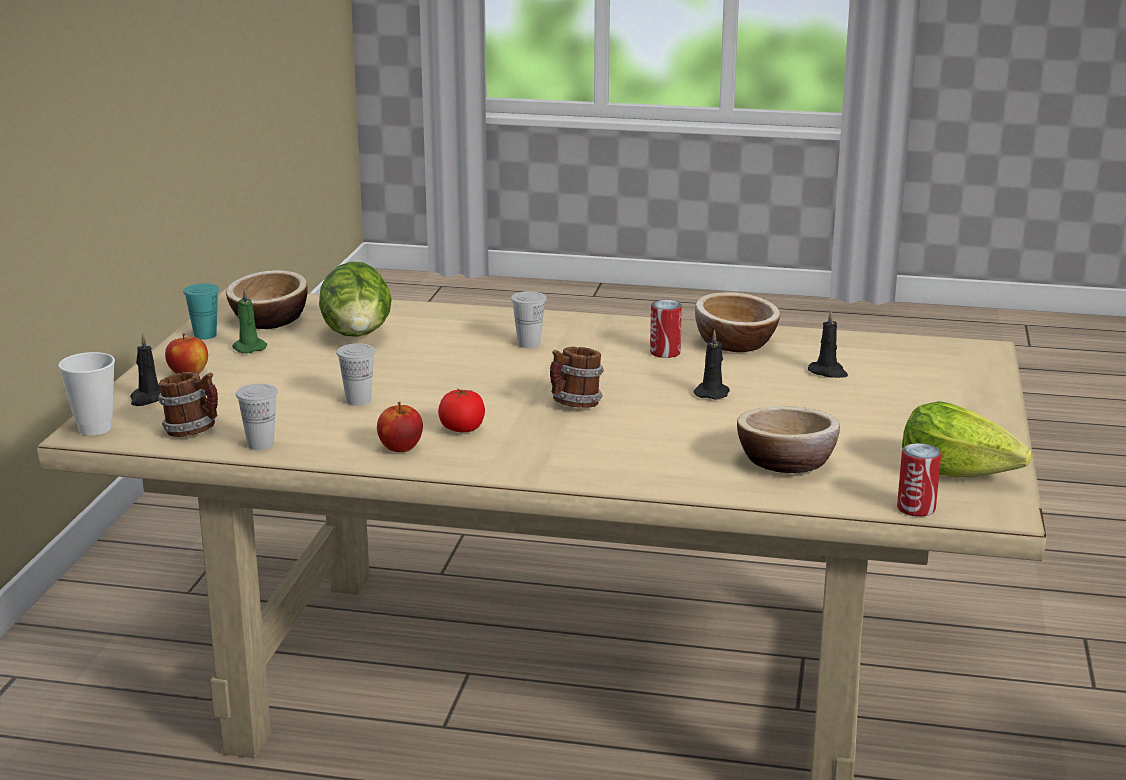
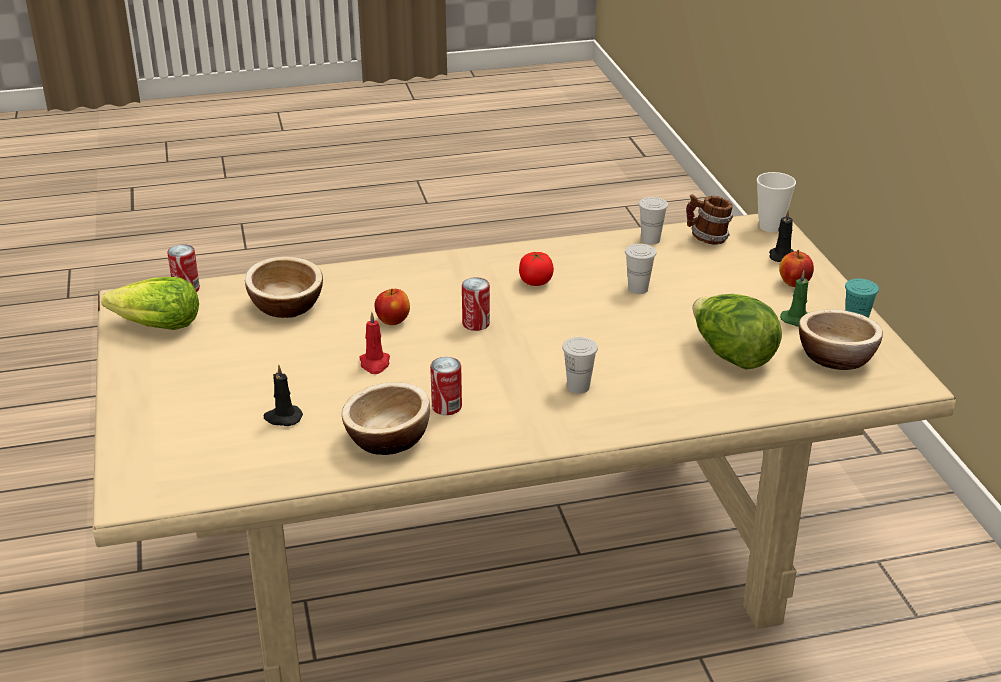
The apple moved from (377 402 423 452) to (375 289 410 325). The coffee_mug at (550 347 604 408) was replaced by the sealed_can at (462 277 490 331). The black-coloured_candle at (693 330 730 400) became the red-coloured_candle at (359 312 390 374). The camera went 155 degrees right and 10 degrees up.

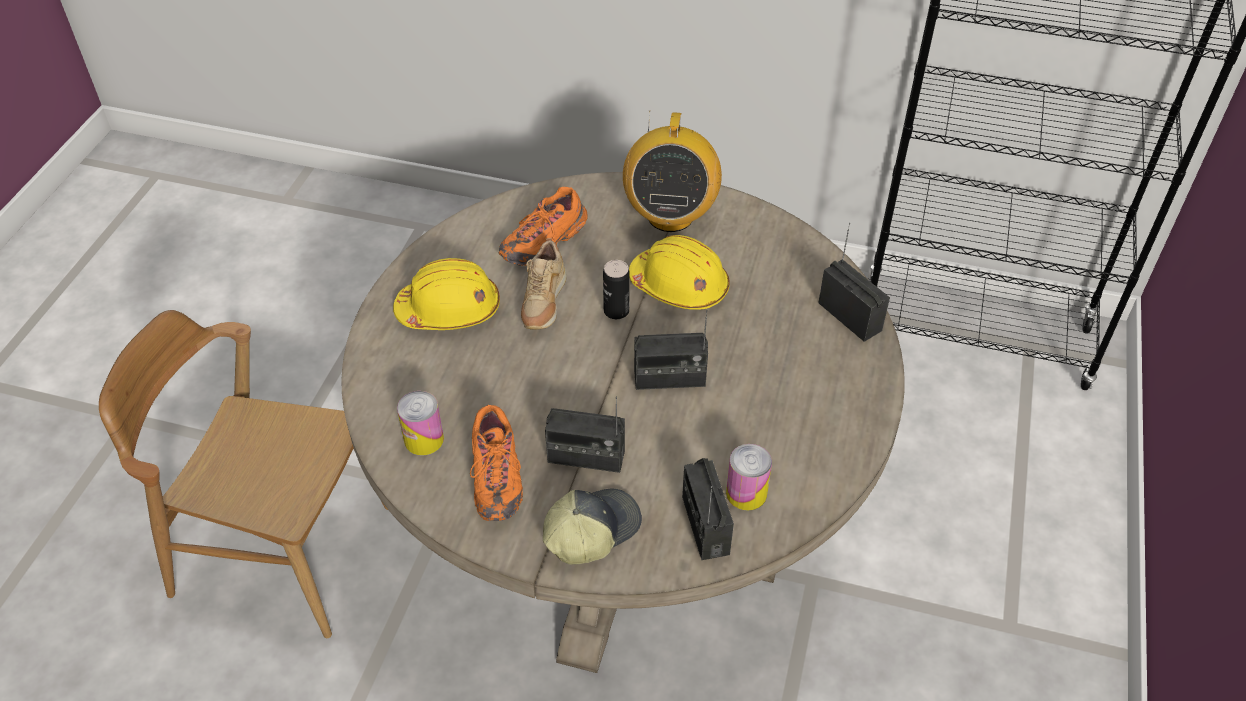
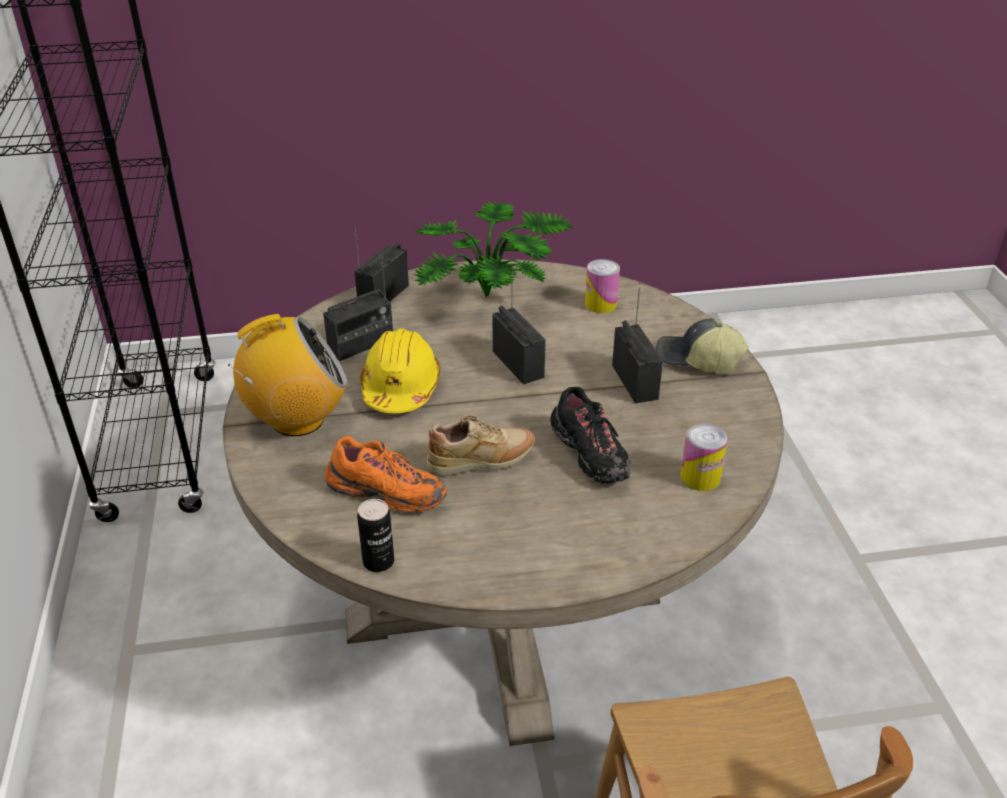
The yellow_safety_helmet at (393 258 500 330) disappeared. The orange_low_shoe at (470 405 523 521) disappeared. The sealed_can moved from (603 260 630 319) to (357 499 394 572). The radio_receiver moved from (682 458 734 560) to (323 257 393 361). The plant_in_a_pot at (413 202 573 297) appeared. The black-coloured_low_shoe at (550 387 631 484) appeared. The camera went 115 degrees left and 10 degrees down.

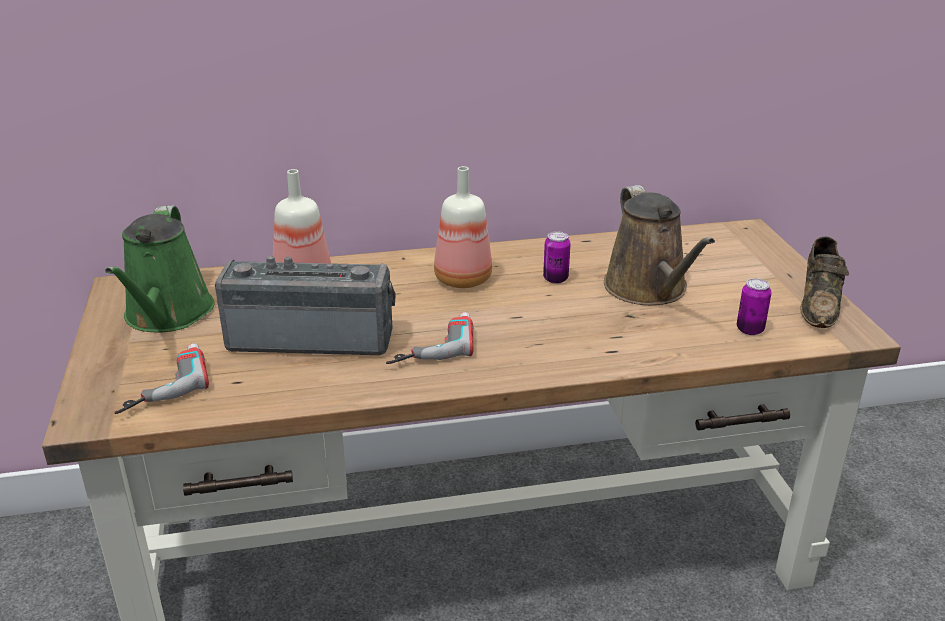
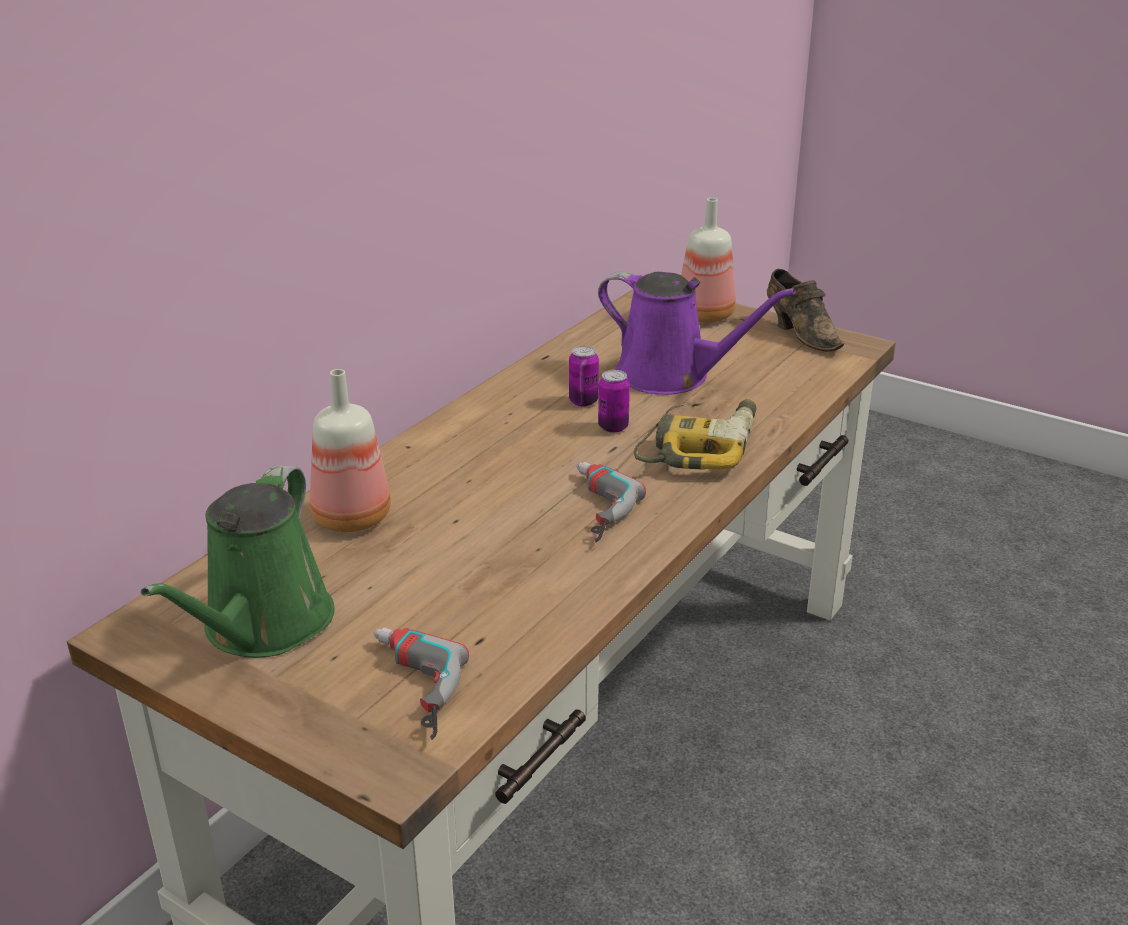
The greenish_sprinkling_can at (105 205 215 333) turned 60 degrees clockwise. The radio_receiver at (215 256 396 355) disappeared. The bottle moved from (434 166 492 288) to (681 198 735 323). The brownish_sprinkling_can at (604 185 715 305) became the purple-coloured_sprinkling_can at (598 271 796 395). The sealed_can moved from (737 278 772 335) to (598 370 630 433). The electric_drill at (634 399 757 470) appeared. The camera went 45 degrees left and 0 degrees up.

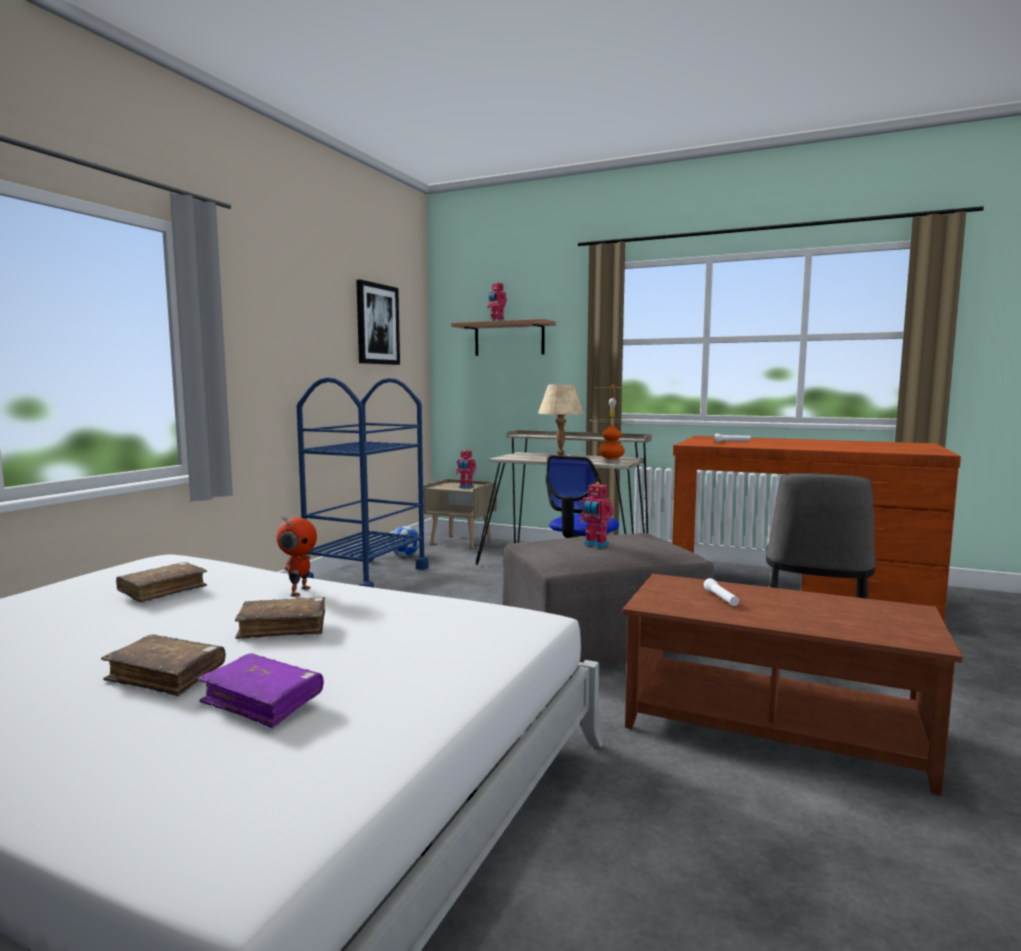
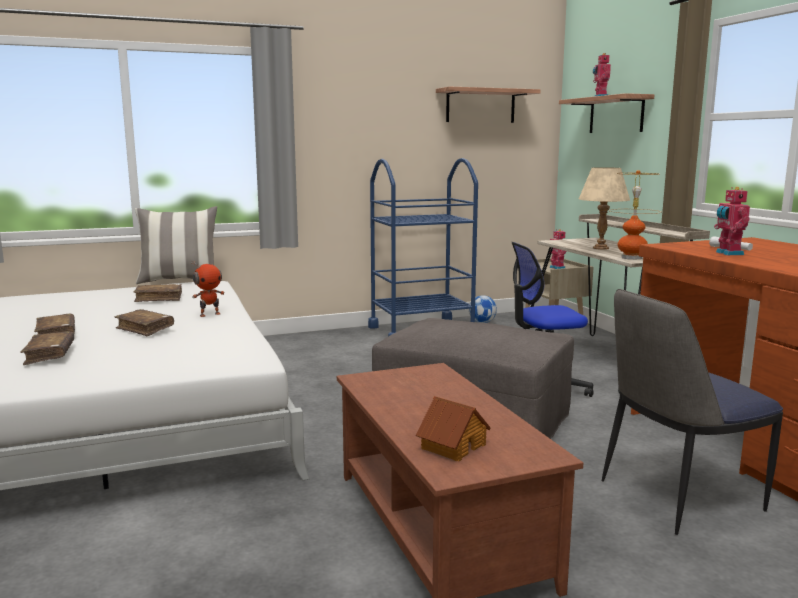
The purple-coloured_volume at (197 654 324 728) became the brownish_volume at (20 331 74 365). The wall_art at (356 280 400 365) was replaced by the shelf at (436 86 541 123). The model_robot moved from (579 482 614 548) to (714 187 750 255). The white-coloured_torch at (703 578 739 606) disappeared. The cushion at (135 206 217 284) appeared. The toy_house at (416 396 491 461) appeared. The camera went 45 degrees right and 5 degrees up.

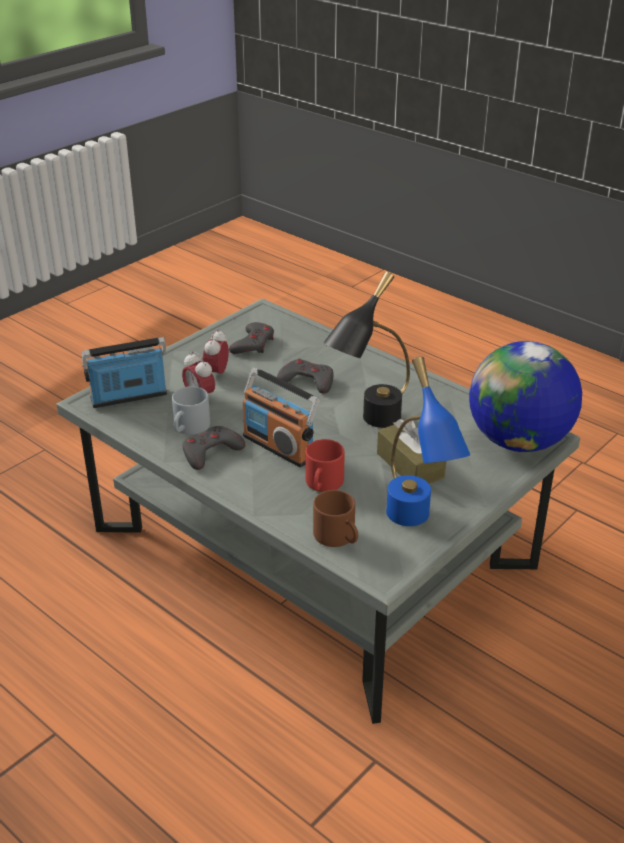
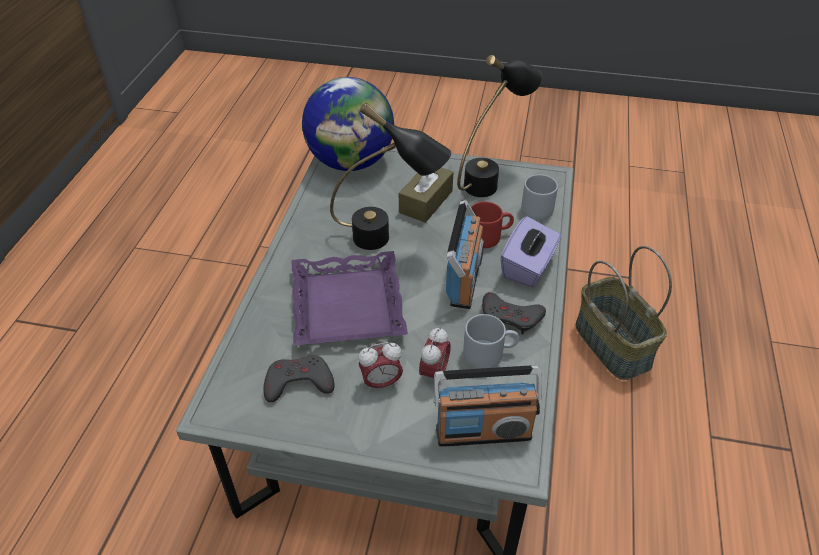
The radio_receiver at (82 337 167 408) turned 45 degrees counterclockwise. The greyish_game_controller at (277 359 334 394) was replaced by the purple-coloured_tray at (292 251 408 346). The brownish_coffee_mug at (313 490 358 547) became the greyish_coffee_mug at (521 174 558 220). The blue_lamp_for_a_table at (386 357 470 526) became the black-coloured_lamp_for_a_table at (457 55 542 197). The purple-coloured_tissue_box at (500 216 561 287) appeared. The storage_basket at (576 246 672 380) appeared. The camera went 120 degrees left and 10 degrees up.

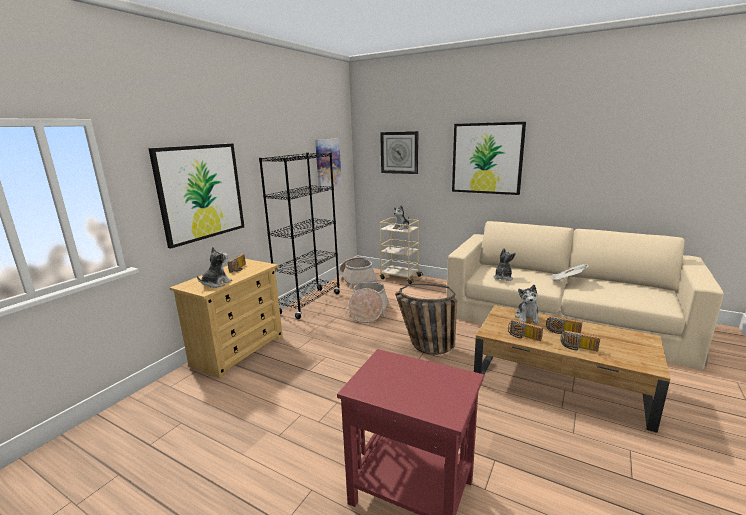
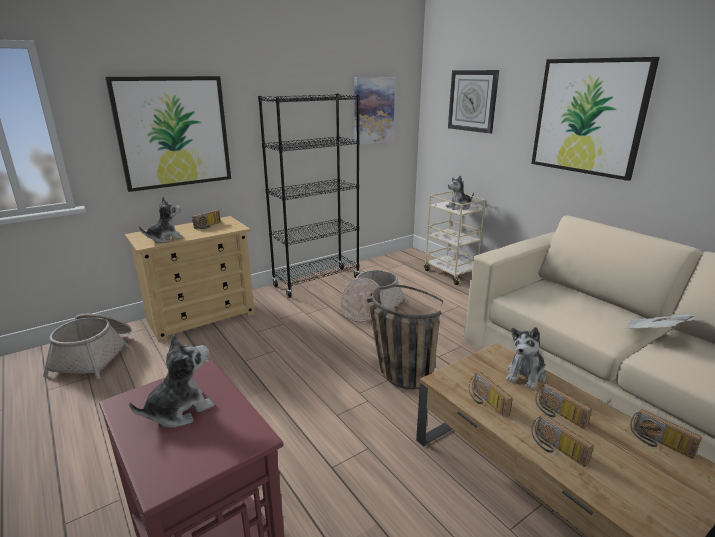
The storage_basket moved from (340 257 378 289) to (43 314 132 379). The cuddly_toy moved from (493 248 516 281) to (129 334 215 428). The radio_receiver at (630 409 702 459) appeared. The camera went 25 degrees right and 5 degrees up.

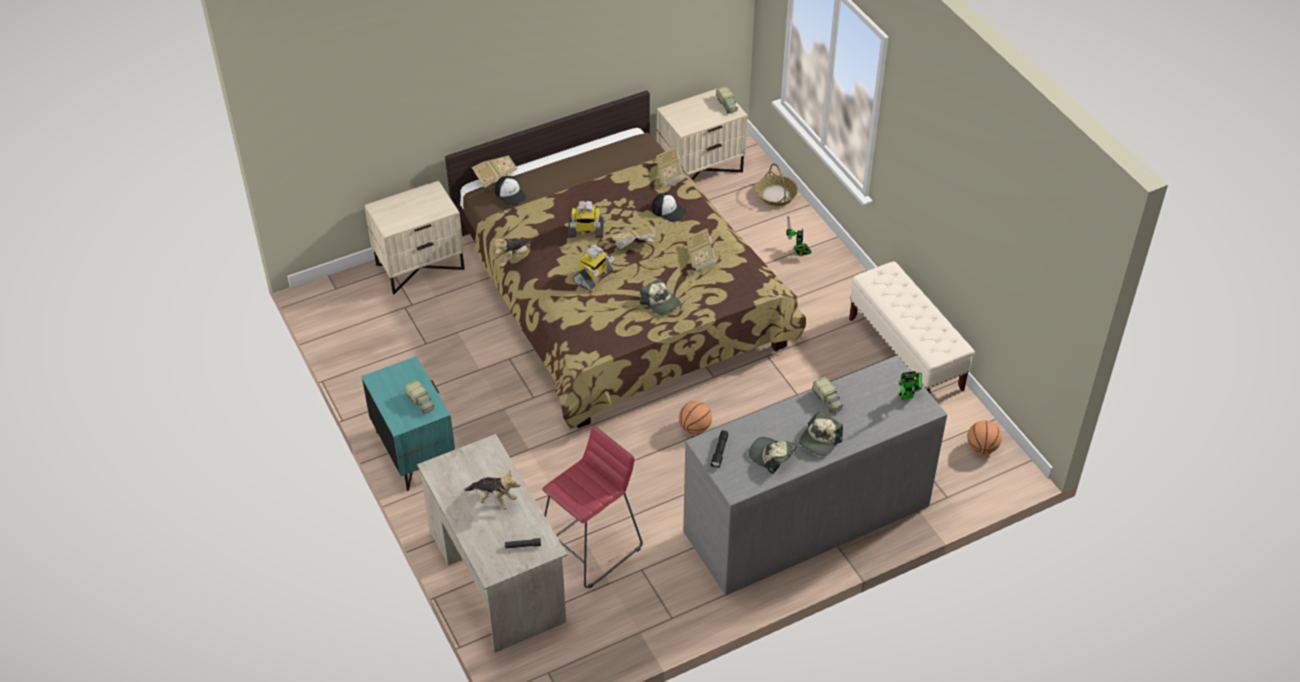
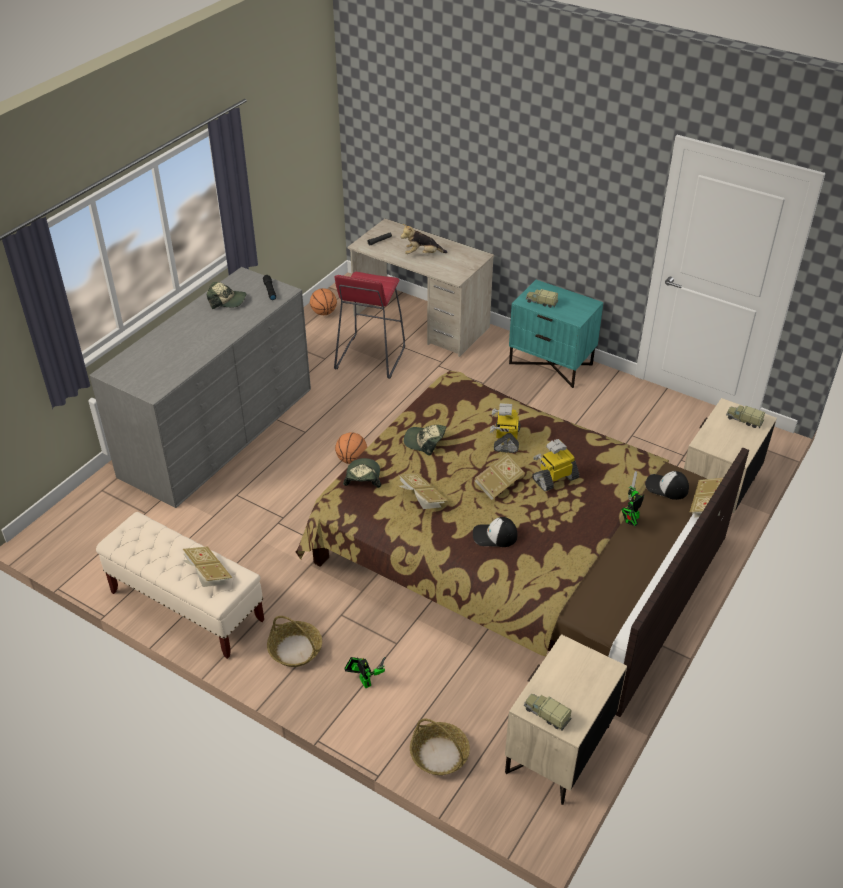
The cuddly_toy at (493 238 532 267) disappeared. The volume moved from (656 147 684 186) to (182 546 232 587). The baseball_cap moved from (799 412 843 456) to (343 458 381 488). The toy_truck moved from (812 377 843 413) to (726 405 765 428). The model_robot moved from (899 371 922 400) to (621 471 644 526). The basketball moved from (967 421 1002 454) to (310 288 337 315). The storage_basket at (267 616 322 667) appeared. The camera went 150 degrees right and 5 degrees down.

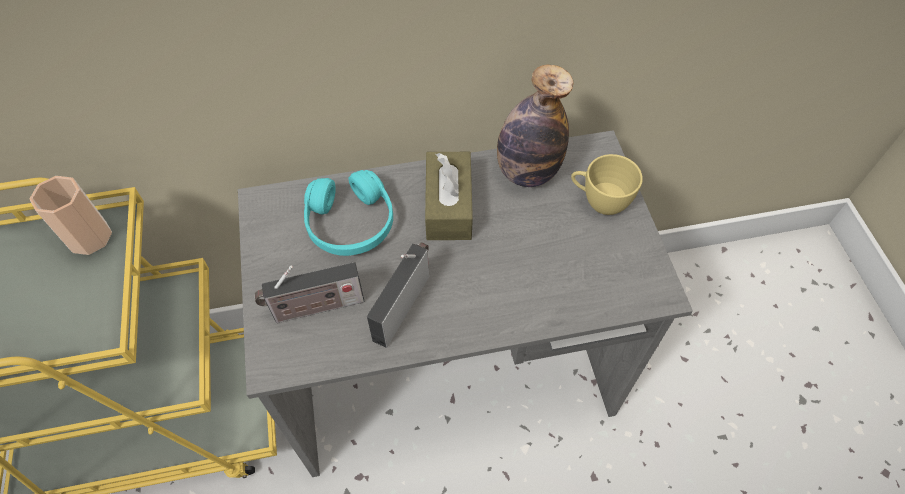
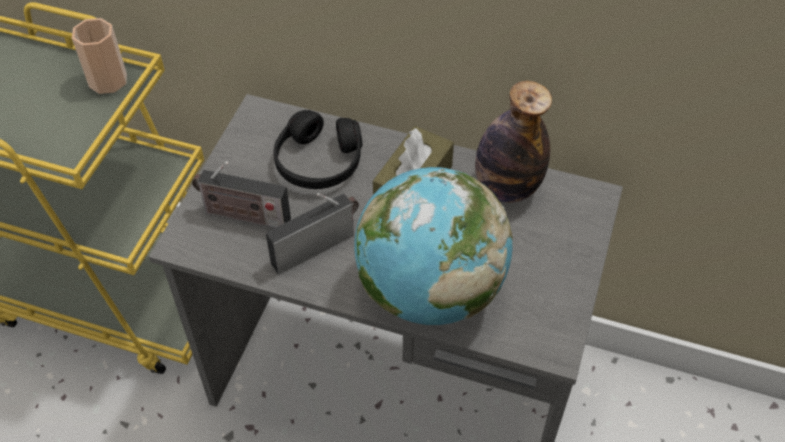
The turquoise_headphones at (304 170 393 256) became the black-coloured_headphones at (273 110 362 189). The yellow_small_cup at (571 154 643 215) disappeared. The globe at (354 167 513 325) appeared. The camera went 30 degrees right and 5 degrees down.

